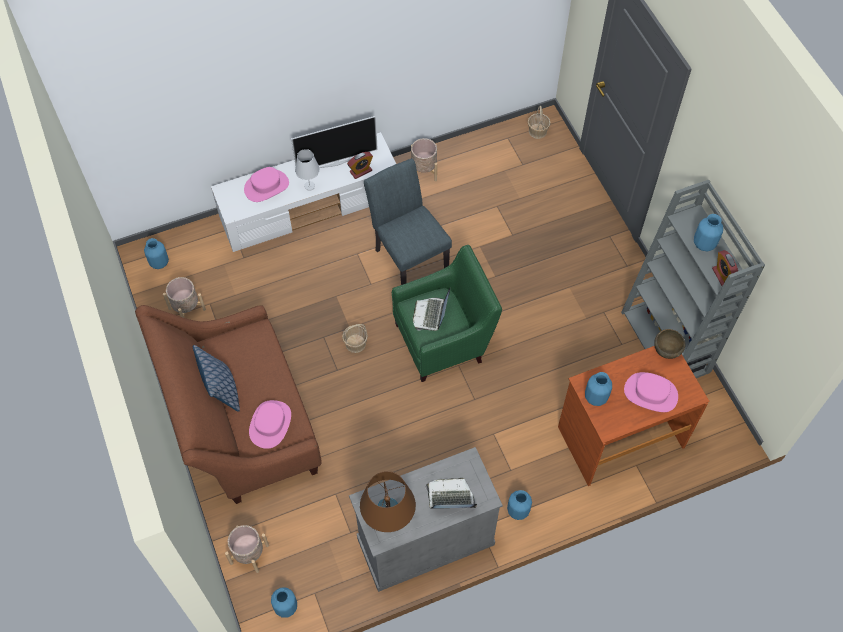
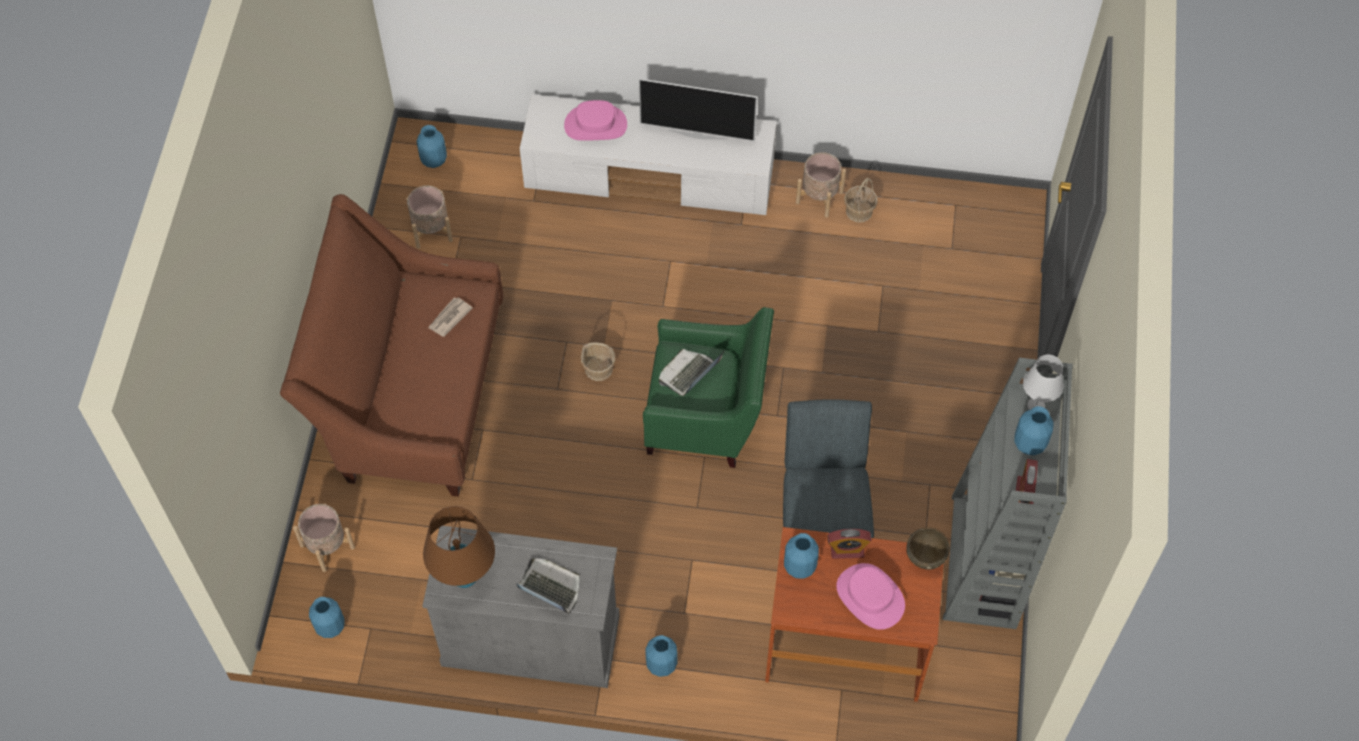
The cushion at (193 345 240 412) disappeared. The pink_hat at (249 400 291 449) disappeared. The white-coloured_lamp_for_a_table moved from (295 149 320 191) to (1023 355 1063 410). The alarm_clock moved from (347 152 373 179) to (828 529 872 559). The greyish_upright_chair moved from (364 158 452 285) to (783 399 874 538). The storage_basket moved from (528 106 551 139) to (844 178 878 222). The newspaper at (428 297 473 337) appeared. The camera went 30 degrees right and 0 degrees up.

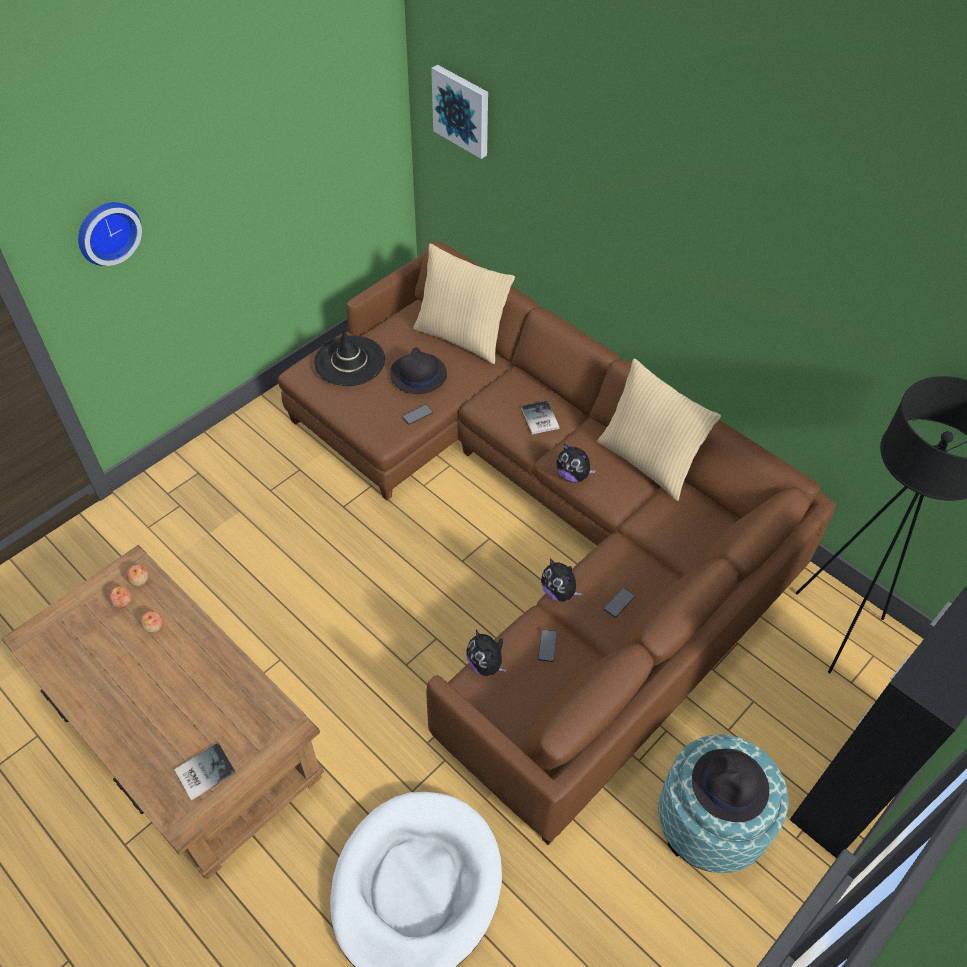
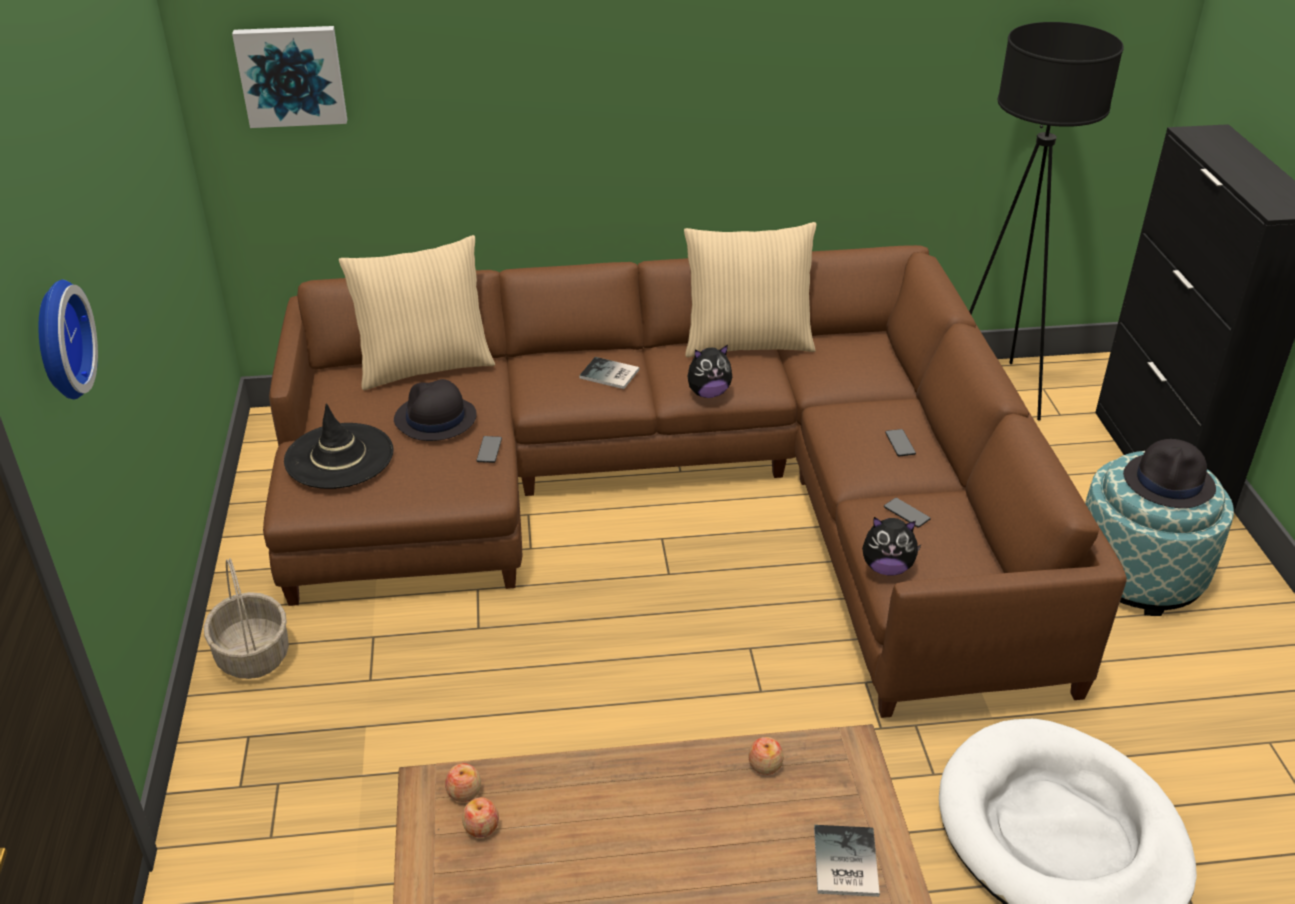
The apple moved from (141 611 164 633) to (748 737 784 775). The cuddly_toy at (541 558 582 601) disappeared. The storage_basket at (204 558 289 679) appeared. The camera went 50 degrees left and 15 degrees down.

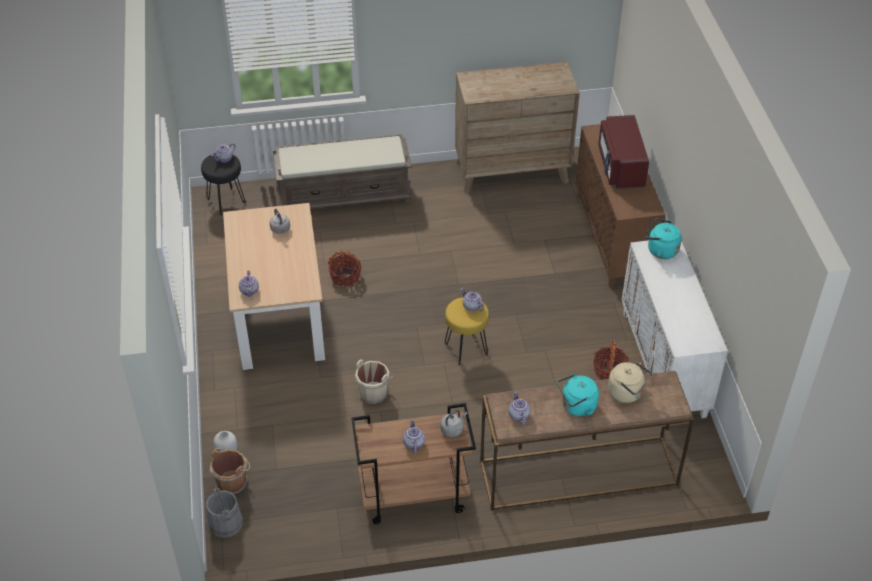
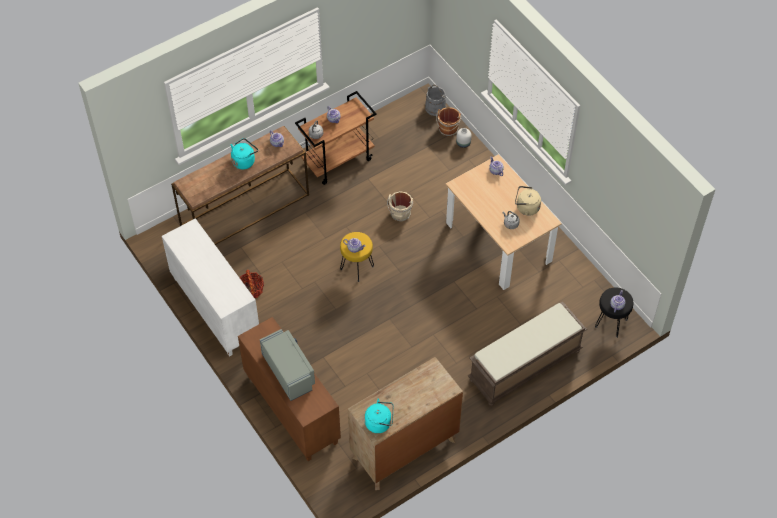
The storage_basket at (327 251 361 287) disappeared. The red-coloured_microwave_oven at (598 115 649 189) became the greyish_microwave_oven at (260 329 315 401). The beige_kettle moved from (608 362 653 403) to (515 186 541 216). The turquoise_kettle moved from (645 219 682 259) to (365 399 393 433). The camera went 155 degrees right and 10 degrees up.

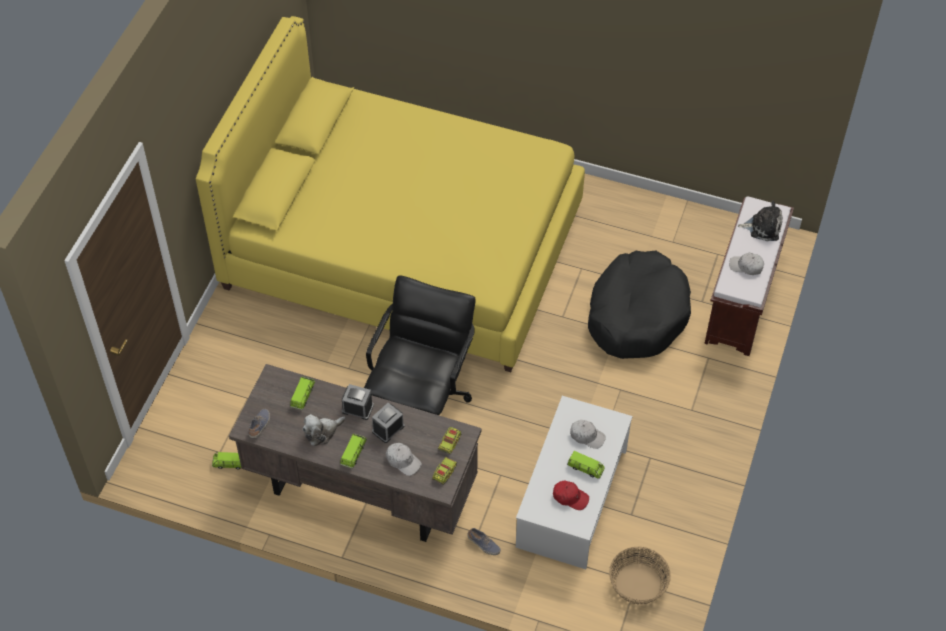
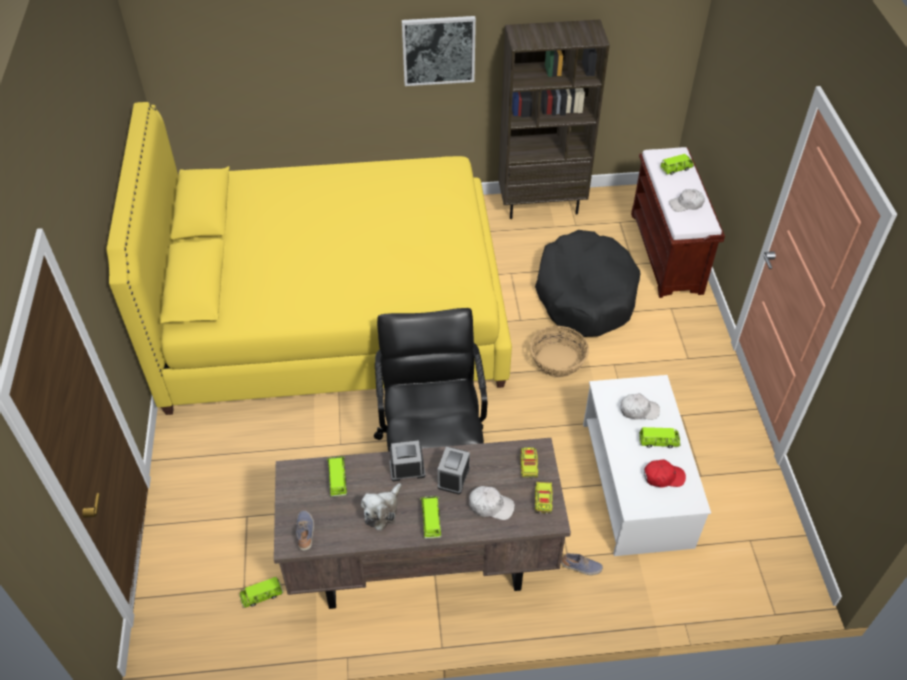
The storage_basket moved from (609 546 671 605) to (530 326 589 378). The cuddly_toy at (738 201 782 241) was replaced by the greenish_model_car at (660 154 694 175). The wall_art at (402 16 476 86) appeared. The brownish_shelving_unit at (498 20 610 219) appeared. The camera went 25 degrees left and 5 degrees down.

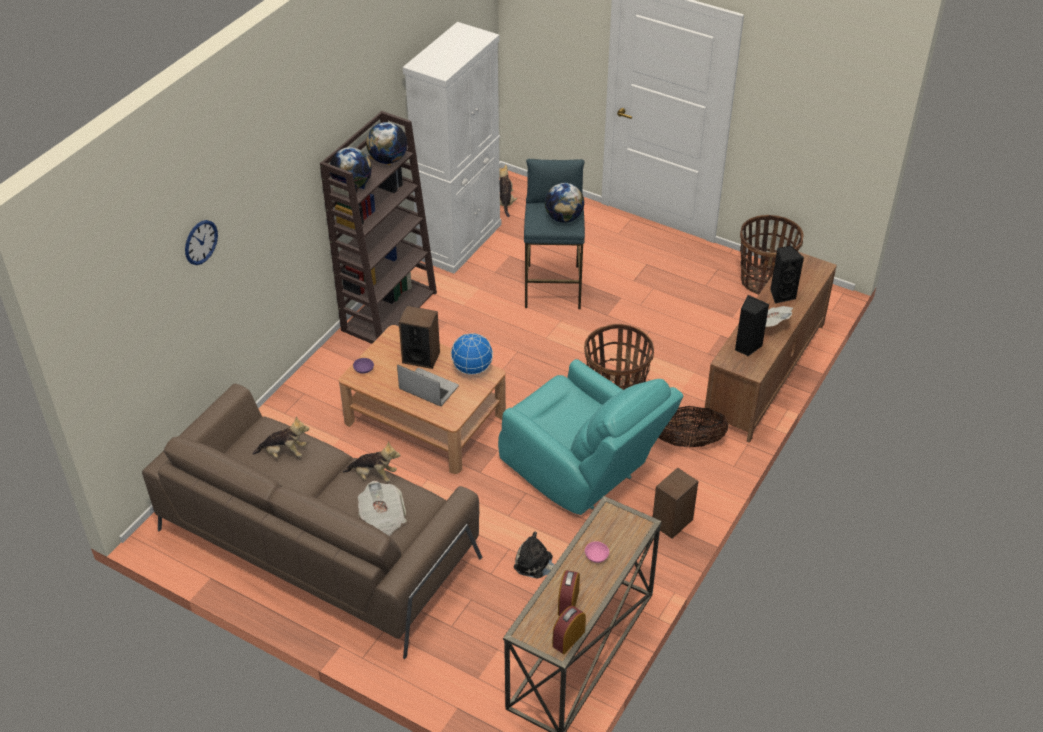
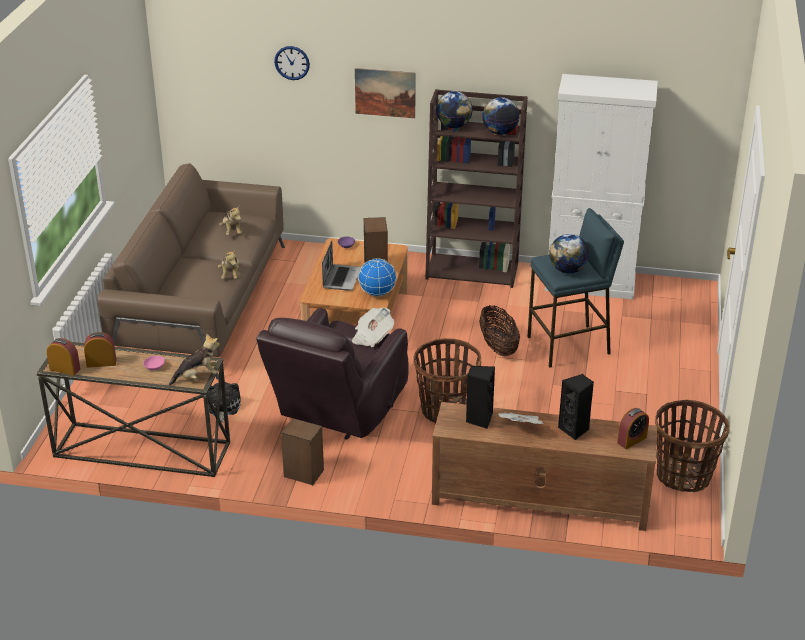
The newspaper moved from (358 481 407 536) to (352 307 394 347). The turquoise_armchair at (498 359 684 515) became the brownish_armchair at (256 308 409 440). The cuddly_toy moved from (499 165 517 217) to (169 333 220 386). The storage_basket moved from (658 406 729 447) to (479 305 520 356). The wall_art at (355 68 416 118) appeared. The alarm_clock at (617 408 649 449) appeared. The camera went 70 degrees right and 10 degrees down.

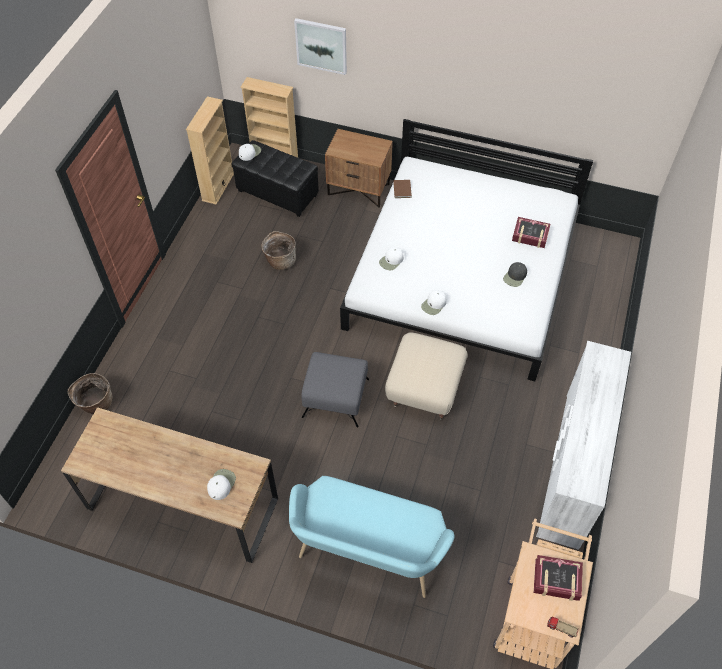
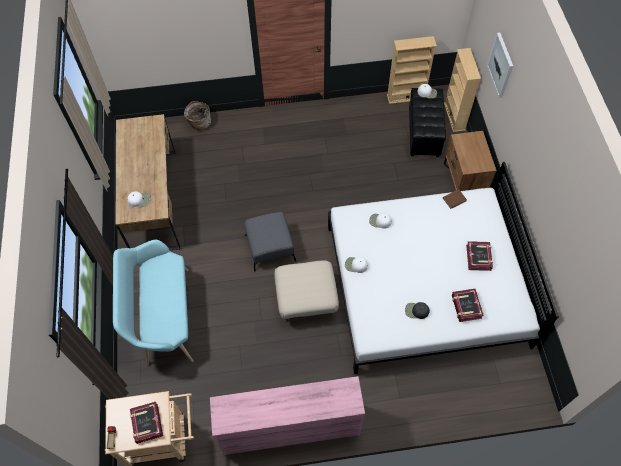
The storage_basket at (261 231 296 270) disappeared. The white-coloured_drawer_chest at (536 341 631 550) became the pink_drawer_chest at (210 376 365 455). The volume at (466 241 493 271) appeared. The camera went 65 degrees right and 5 degrees up.

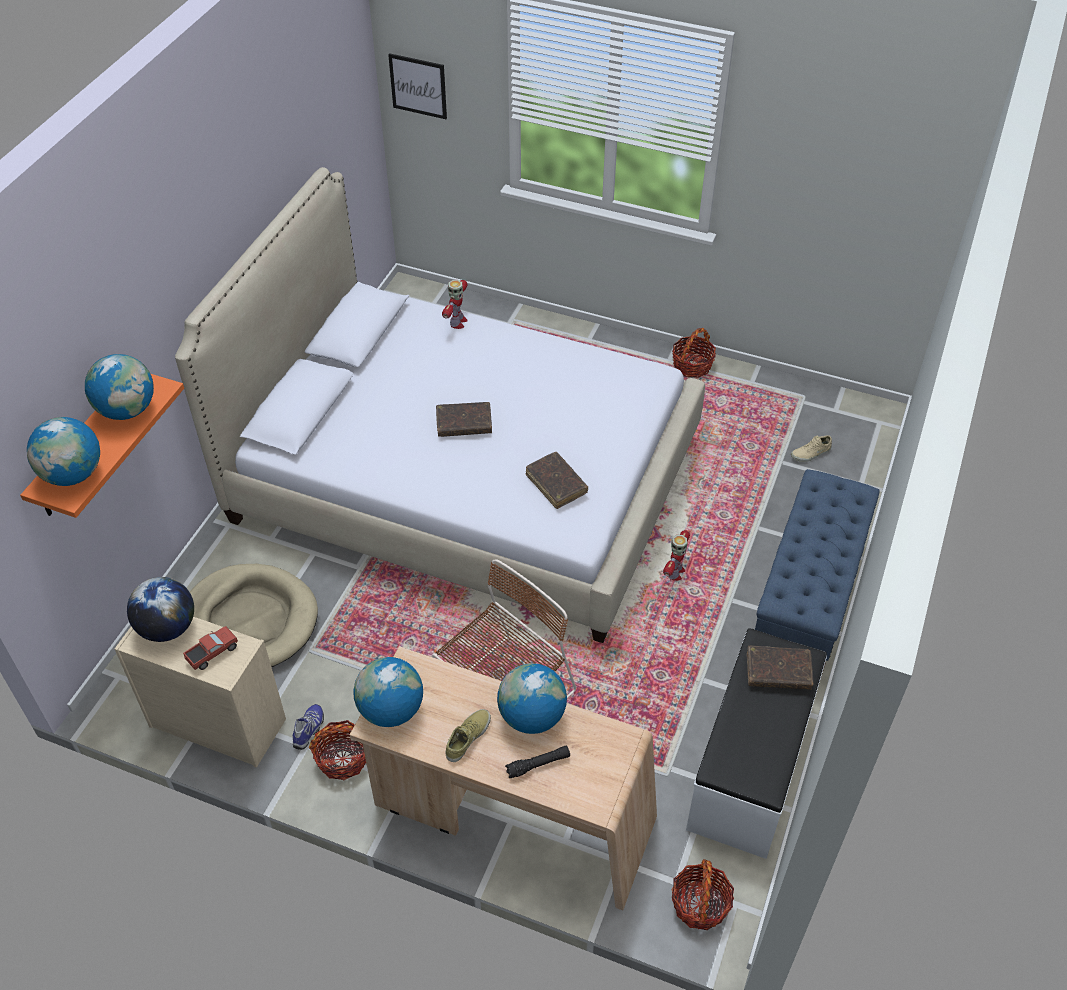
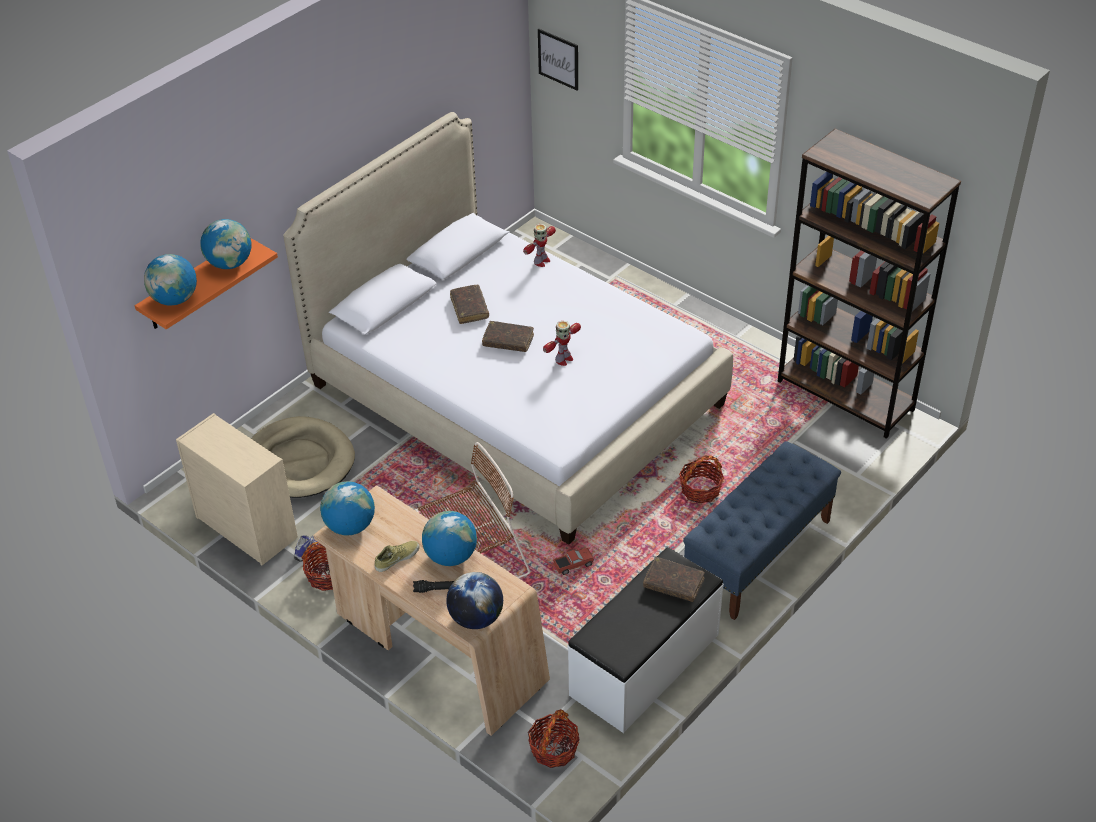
The globe moved from (127 577 194 642) to (446 572 503 629). The toy_truck moved from (183 626 238 670) to (553 548 594 575). The brownish_volume moved from (526 452 588 509) to (450 285 489 324). The model_robot moved from (663 530 690 581) to (543 321 581 366). The storage_basket moved from (672 328 716 378) to (679 455 724 503). The beige_low_shoe at (791 435 832 462) disappeared. The brownish_shelving_unit at (778 129 961 439) appeared. The camera went 20 degrees right and 5 degrees down.

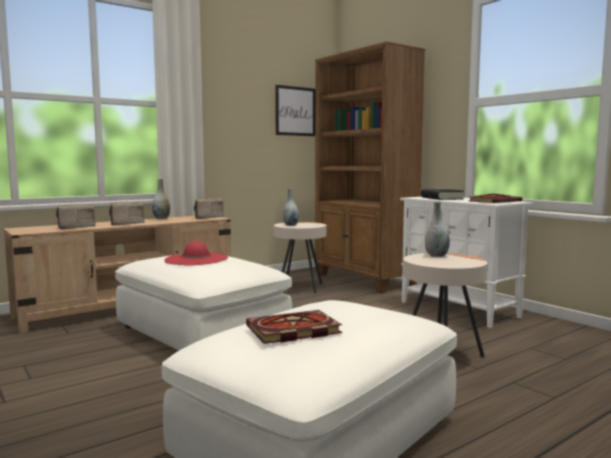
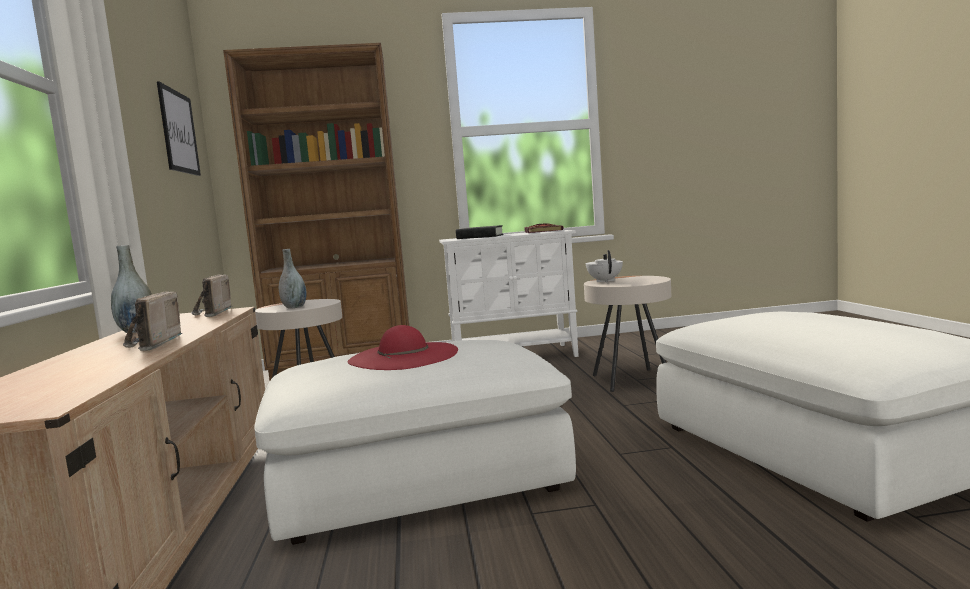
The radio_receiver at (56 205 96 229) disappeared. The volume at (246 310 342 344) disappeared. The greyish_decorative_vase at (425 202 450 257) was replaced by the white-coloured_tea_pot at (586 250 623 282). The camera went 60 degrees left and 0 degrees up.

